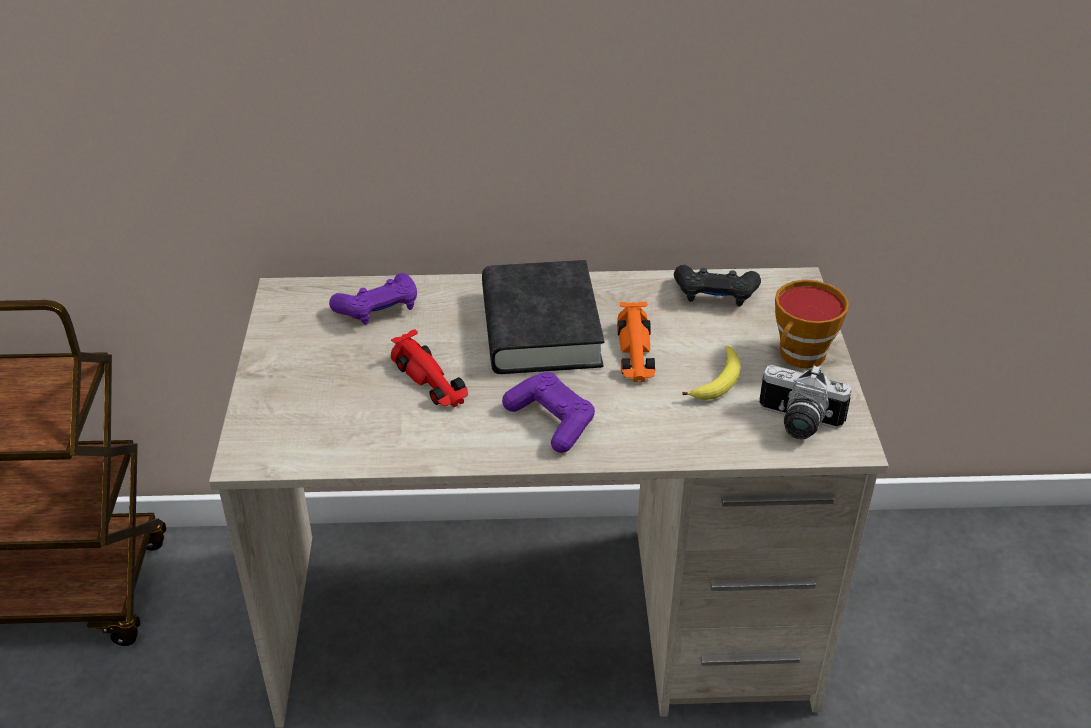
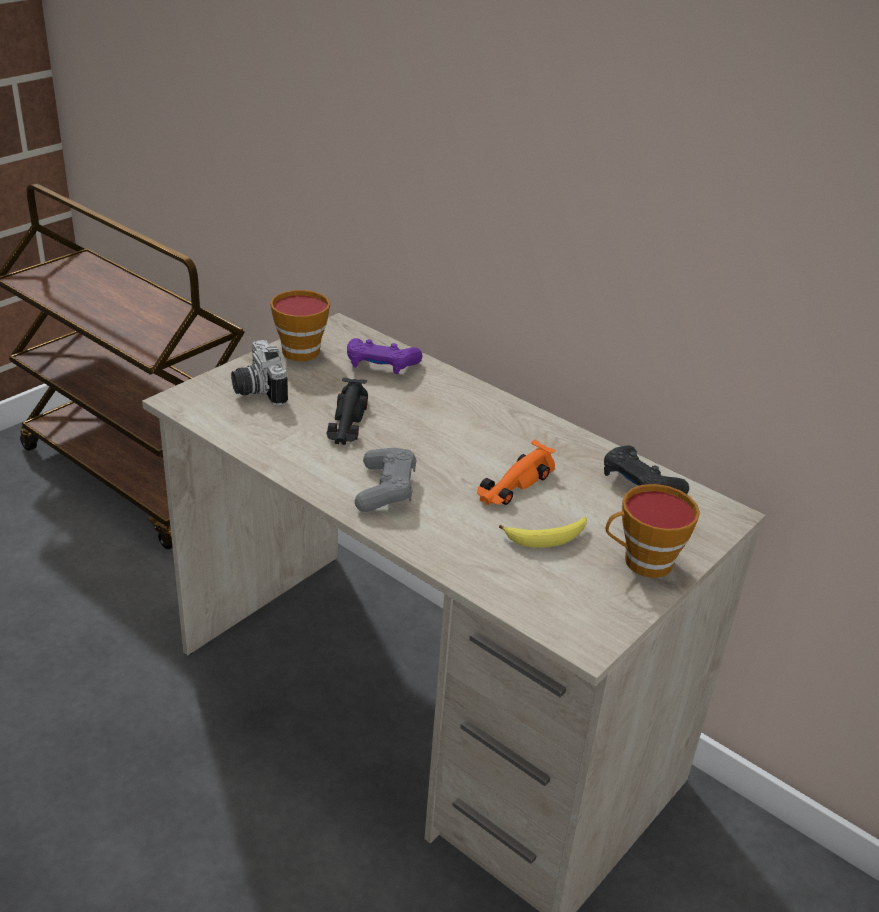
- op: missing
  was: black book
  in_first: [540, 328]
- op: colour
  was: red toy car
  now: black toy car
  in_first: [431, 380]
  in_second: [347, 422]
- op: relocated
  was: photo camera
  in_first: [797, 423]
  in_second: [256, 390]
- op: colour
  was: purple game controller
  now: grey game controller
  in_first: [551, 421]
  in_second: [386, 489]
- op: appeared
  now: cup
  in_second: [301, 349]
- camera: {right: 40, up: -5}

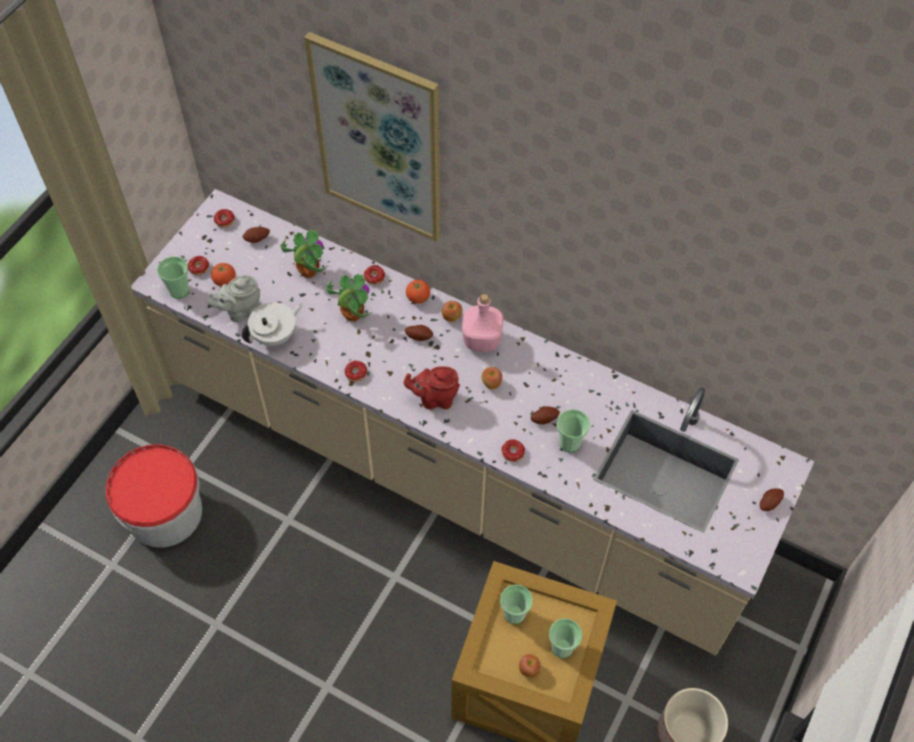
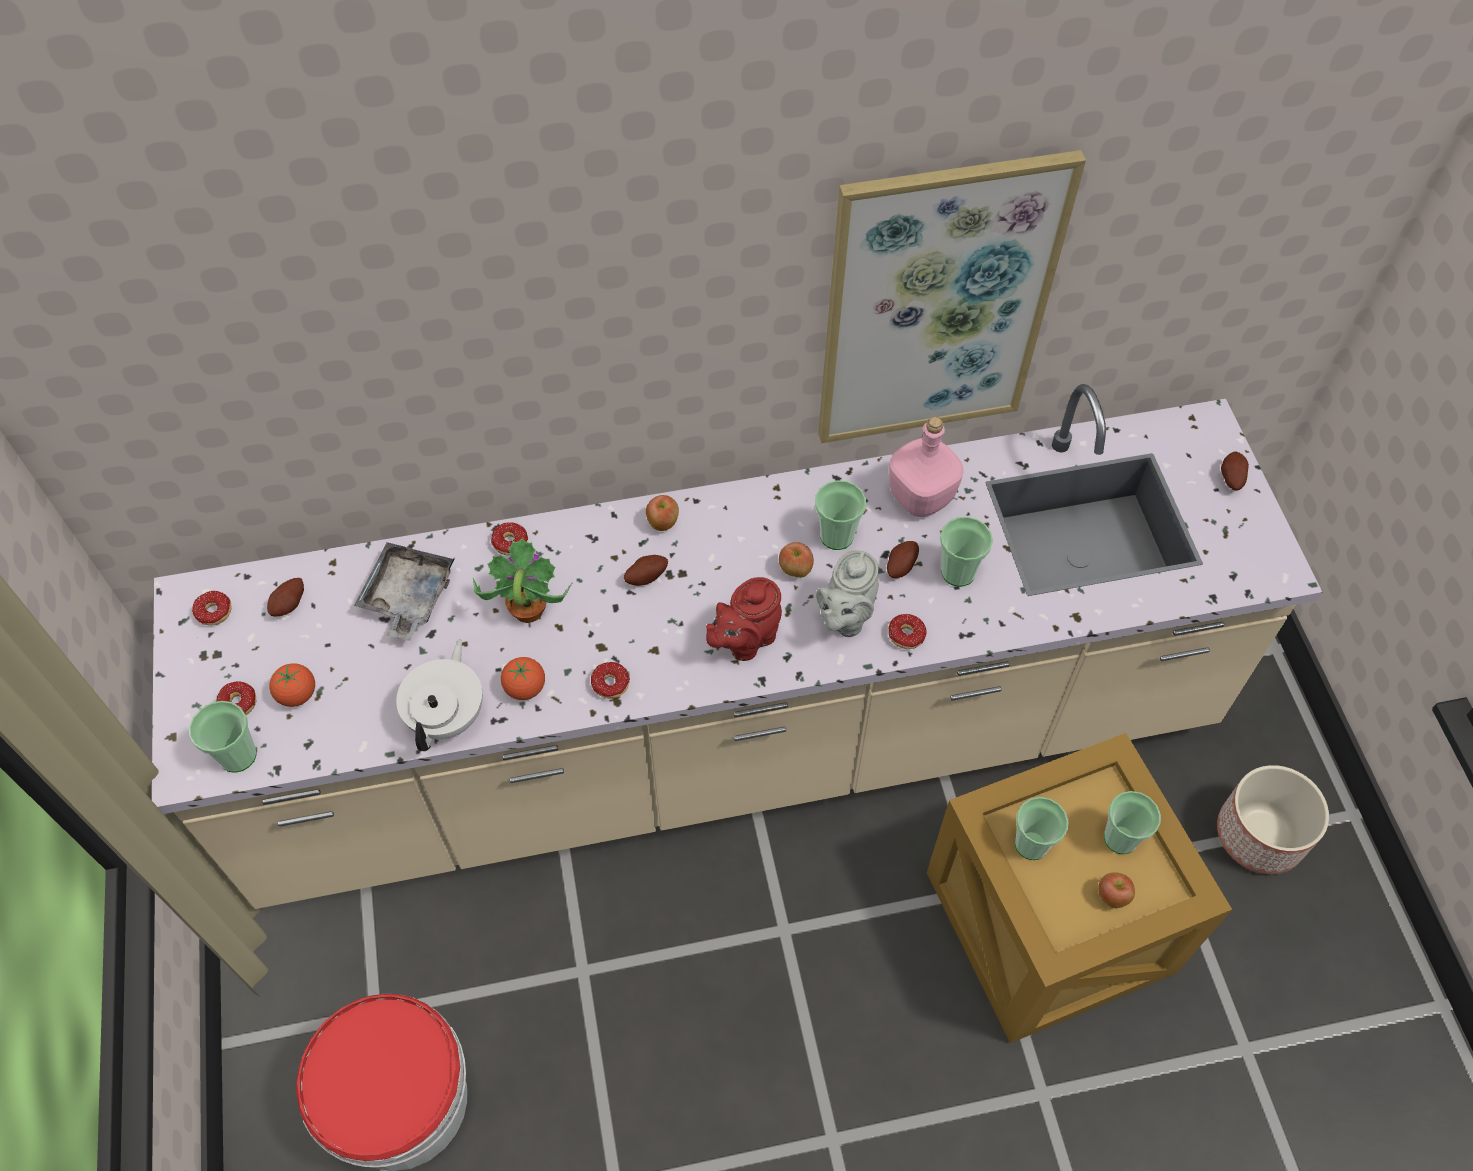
- op: relocated
  was: picture
  in_first: [379, 139]
  in_second: [936, 304]
- op: exchanged
  was: potted plant
  now: grey tray
  in_first: [308, 271]
  in_second: [408, 597]
- op: relocated
  was: grey teapot
  in_first: [240, 311]
  in_second: [845, 617]
- op: relocated
  was: tomato
  in_first: [418, 298]
  in_second: [525, 688]
- op: relocated
  was: pink bottle
  in_first: [482, 341]
  in_second: [921, 498]
- op: appeared
  now: cup
  in_second: [836, 536]
- camera: {right: -40, up: 0}

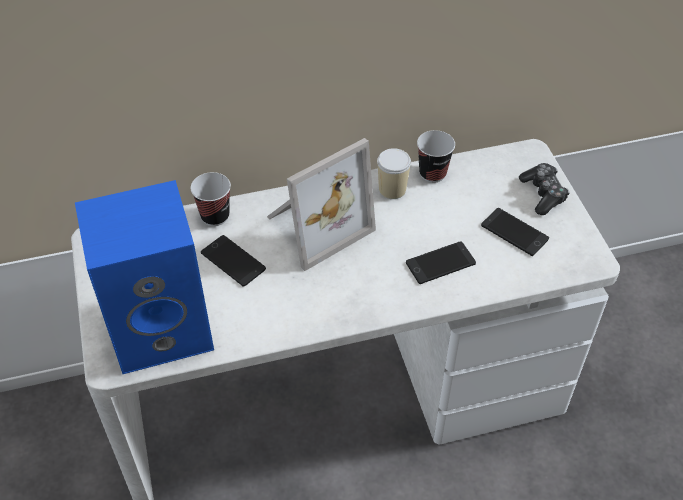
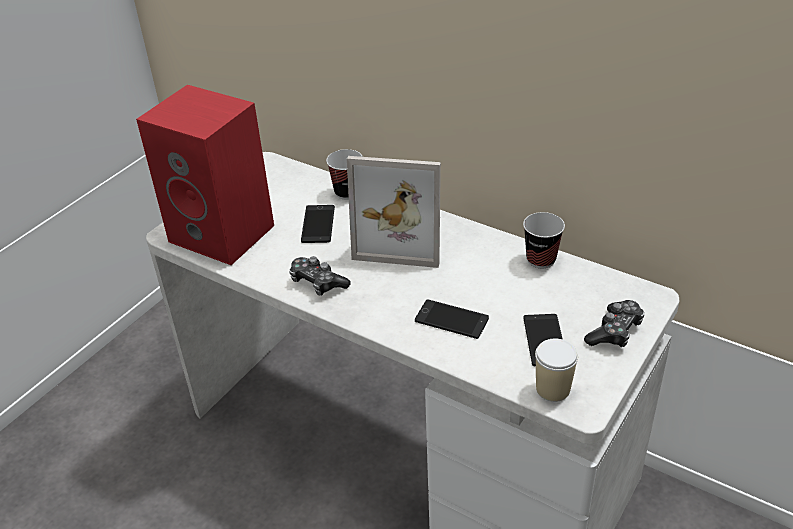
- op: relocated
  was: cup
  in_first: [392, 189]
  in_second: [553, 389]
- op: colour
  was: blue speaker
  now: red speaker
  in_first: [163, 327]
  in_second: [225, 233]
- op: appeared
  now: game controller
  in_second: [318, 283]
- camera: {right: 50, up: -10}

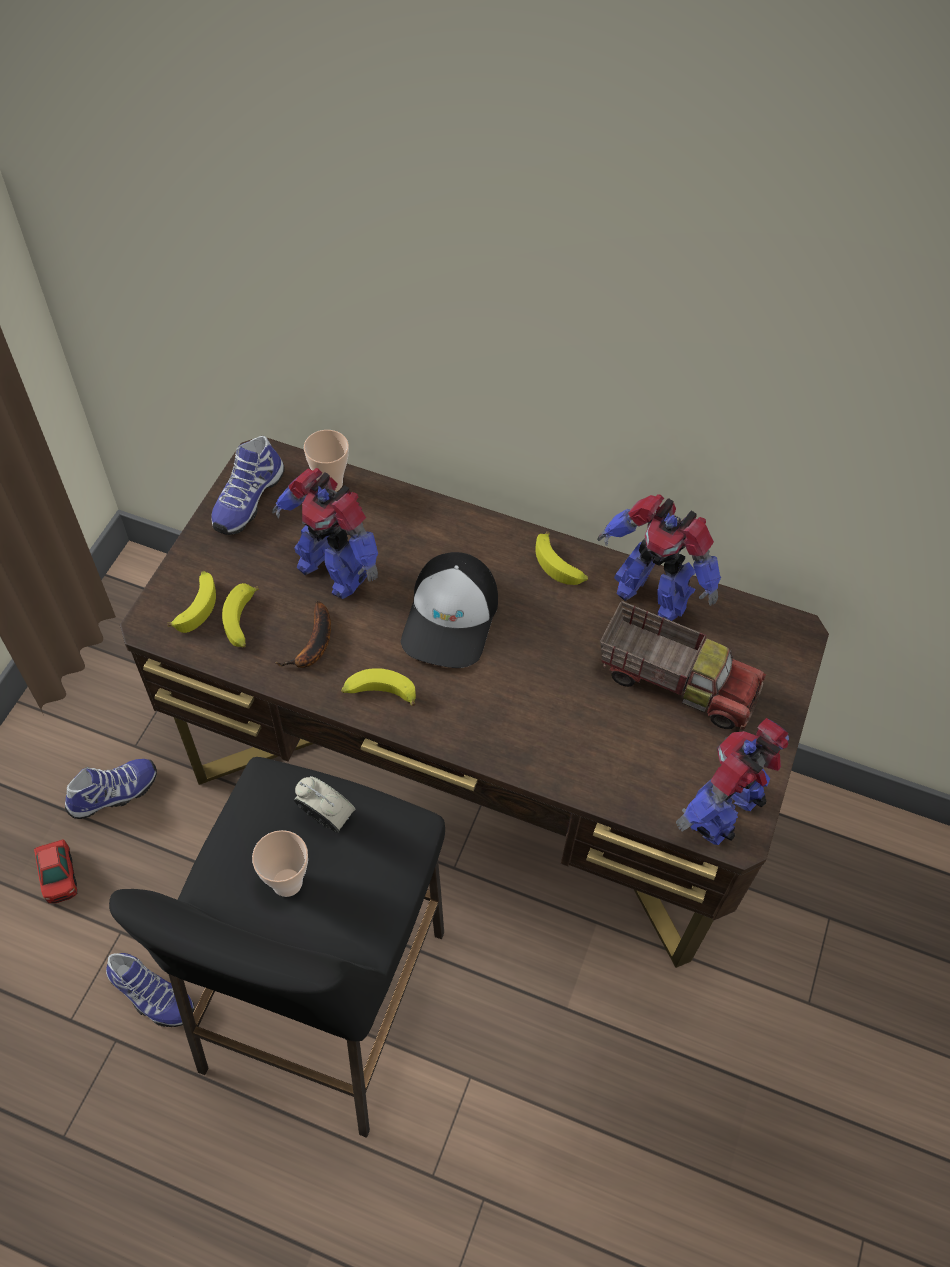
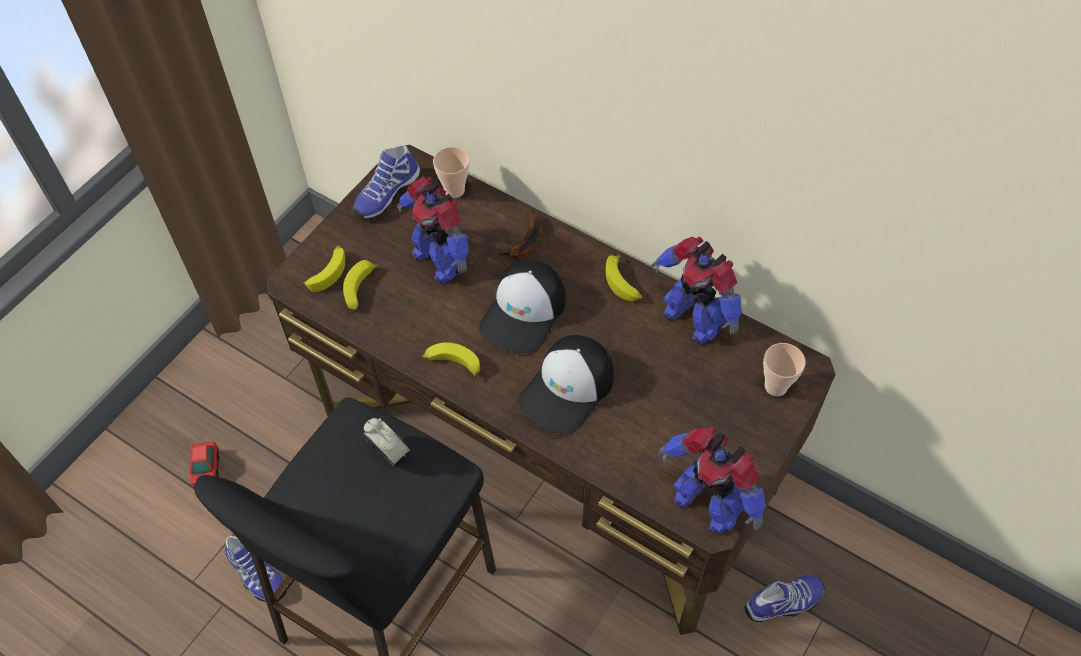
- op: relocated
  was: banana
  in_first: [313, 645]
  in_second: [525, 244]
- op: missing
  was: toy truck
  in_first: [676, 681]
- op: spun
  was: toy robot
  in_first: [723, 810]
  in_second: [706, 503]
  clockwise: -105
- op: relocated
  was: shoe
  in_first: [114, 794]
  in_second: [784, 603]
- op: relocated
  was: cup
  in_first: [287, 882]
  in_second: [775, 386]
- op: appeared
  now: cap
  in_second: [568, 389]
- camera: {right: 15, up: 0}

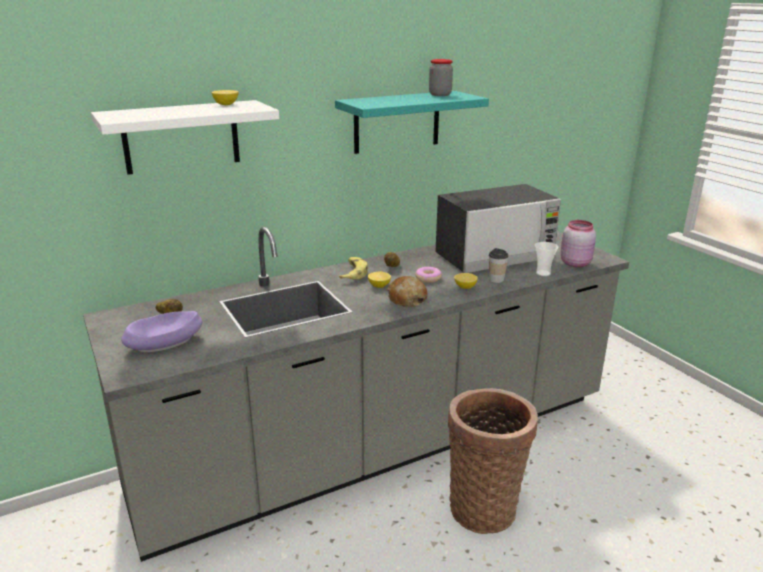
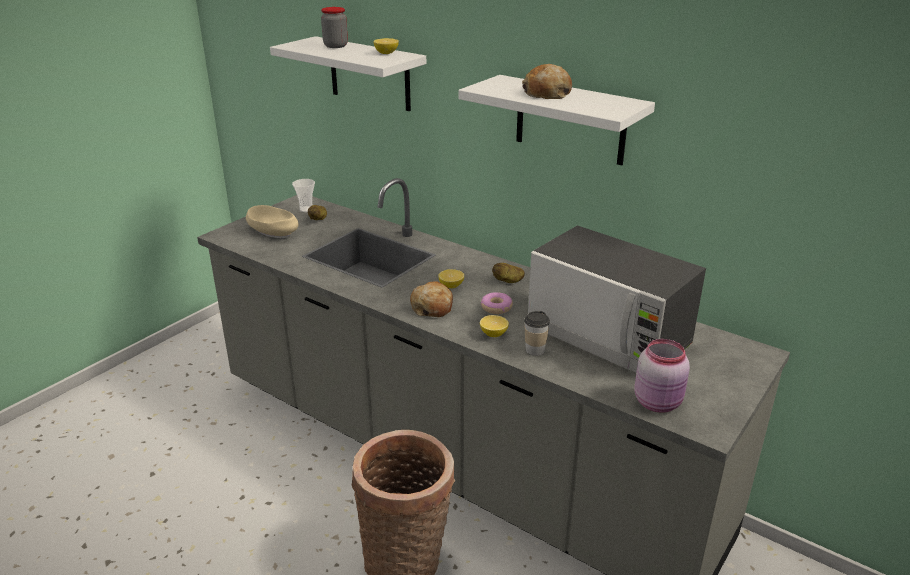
- op: relocated
  was: jar
  in_first: [440, 95]
  in_second: [335, 46]
- op: colour
  was: turquoise shelf
  now: white shelf
  in_first: [397, 122]
  in_second: [570, 120]
- op: relocated
  was: cup
  in_first: [543, 273]
  in_second: [306, 209]
- op: missing
  was: banana
  in_first: [353, 273]
- op: colour
  was: purple bowl
  now: beige bowl
  in_first: [165, 343]
  in_second: [273, 232]
- op: appeared
  now: bread
  in_second: [547, 93]
- camera: {right: 65, up: 5}

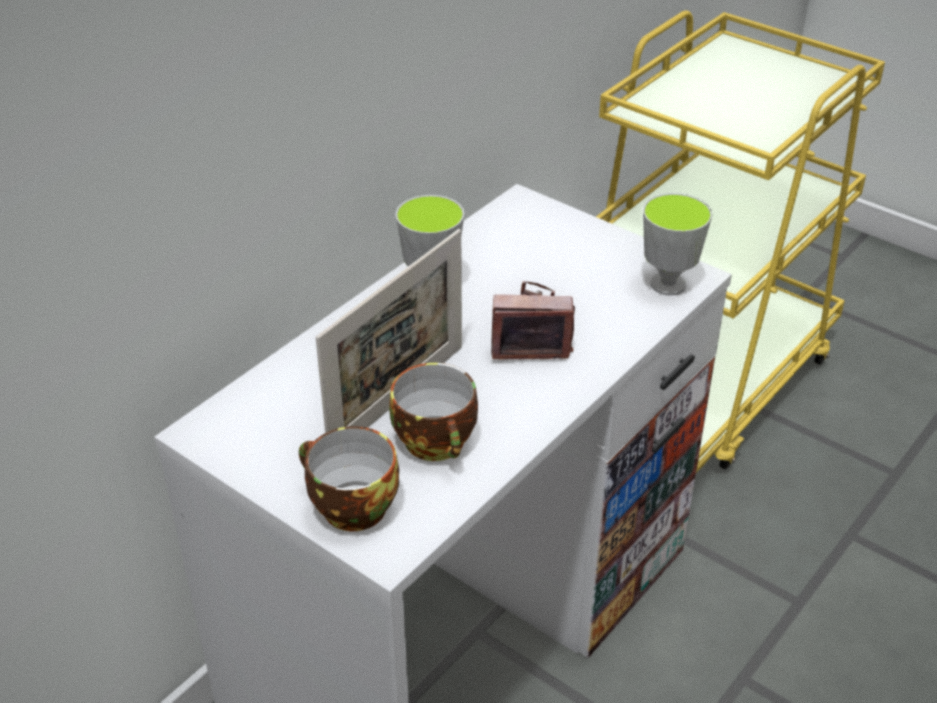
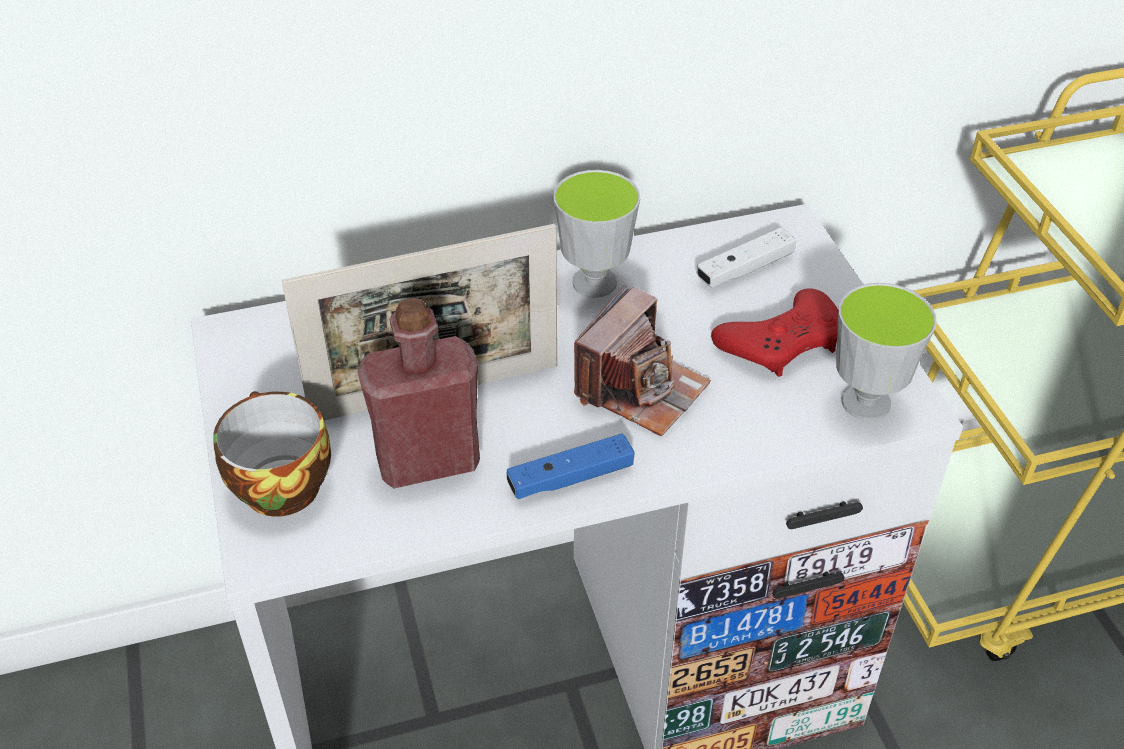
- op: spun
  was: photo camera
  in_first: [529, 336]
  in_second: [640, 389]
  clockwise: 90
- op: exchanged
  was: cup
  now: red bottle
  in_first: [438, 443]
  in_second: [428, 461]
- op: appeared
  now: white game controller
  in_second: [745, 269]
- op: appeared
  now: red game controller
  in_second: [782, 341]
- op: appeared
  now: blue game controller
  in_second: [570, 478]
- camera: {right: 35, up: 5}

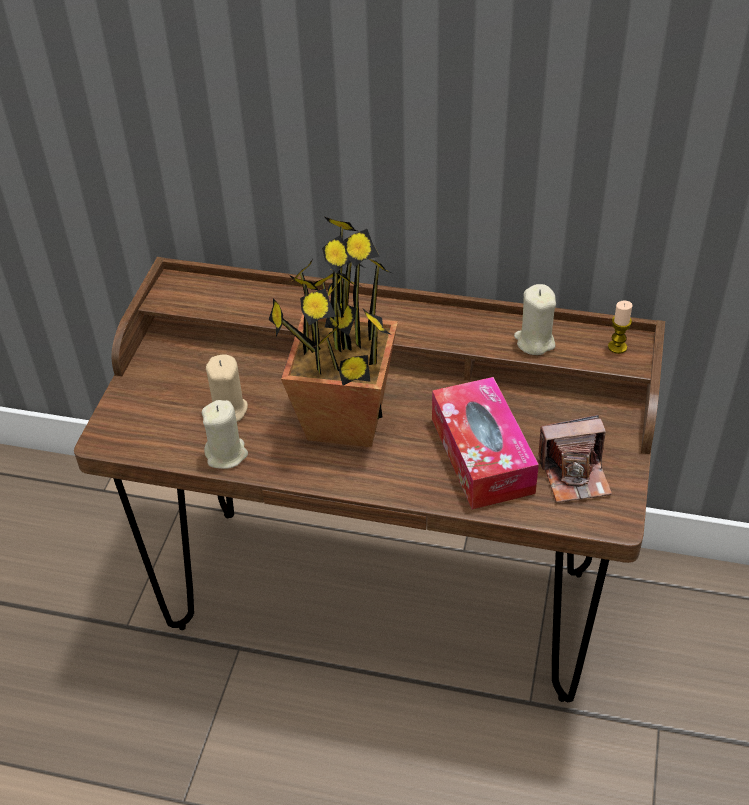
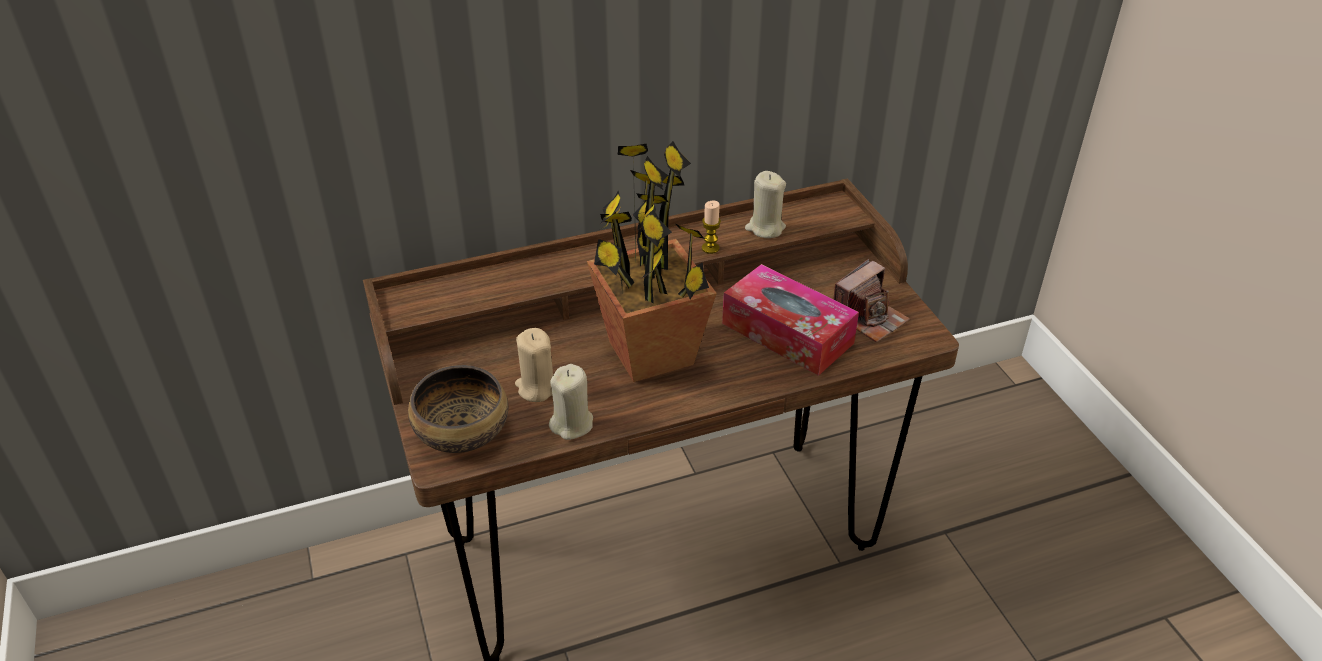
- op: relocated
  was: candle
  in_first: [617, 347]
  in_second: [710, 248]
- op: appeared
  now: bowl
  in_second: [462, 430]
- camera: {right: -35, up: -5}

